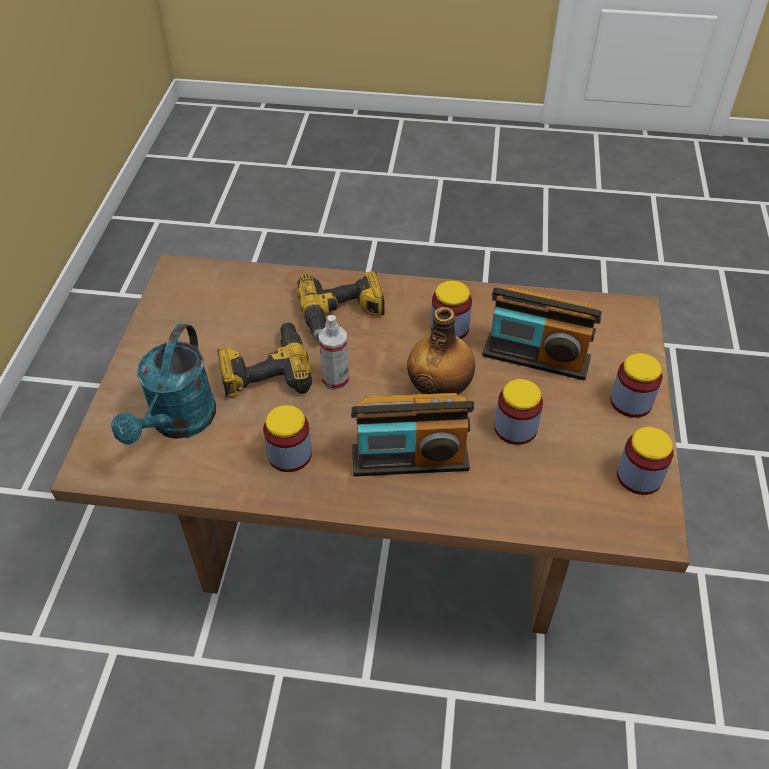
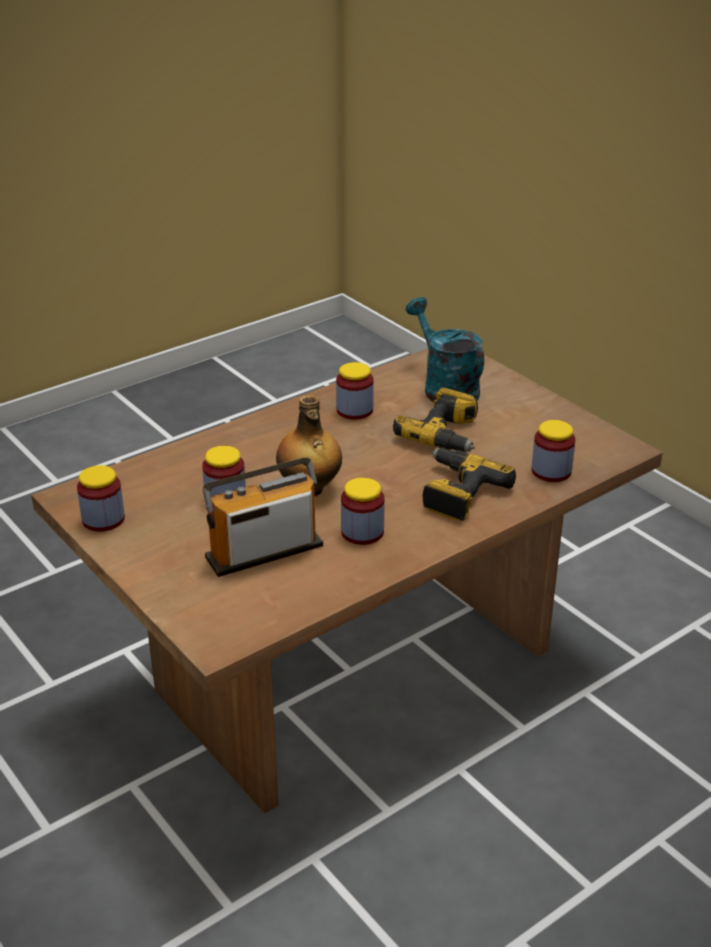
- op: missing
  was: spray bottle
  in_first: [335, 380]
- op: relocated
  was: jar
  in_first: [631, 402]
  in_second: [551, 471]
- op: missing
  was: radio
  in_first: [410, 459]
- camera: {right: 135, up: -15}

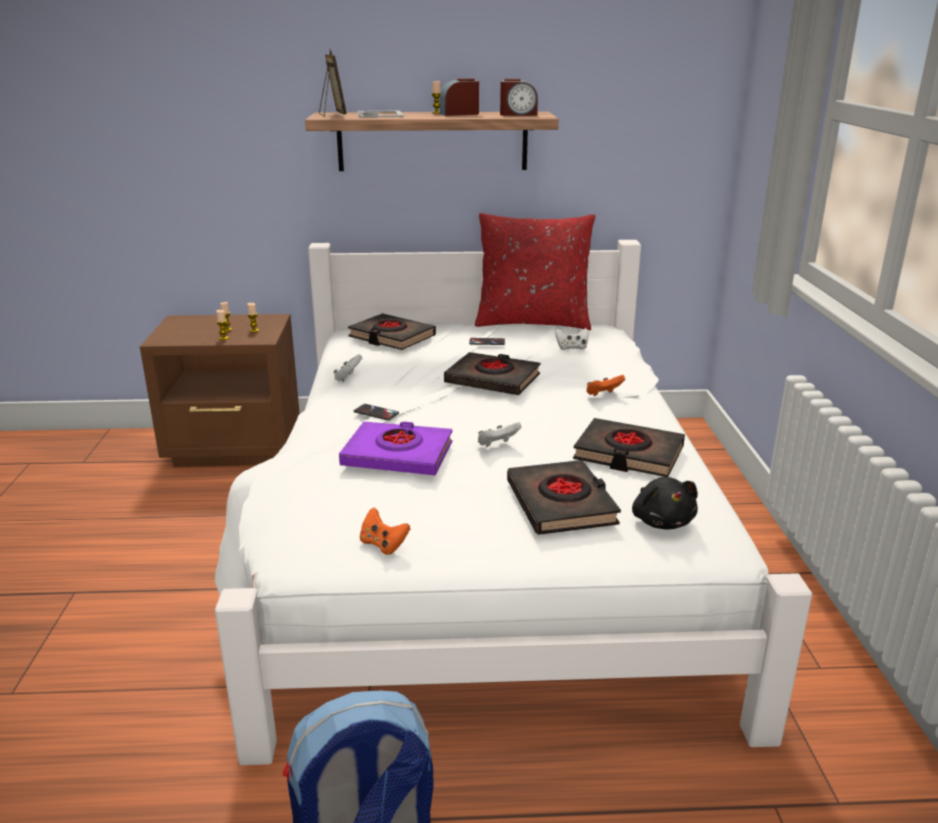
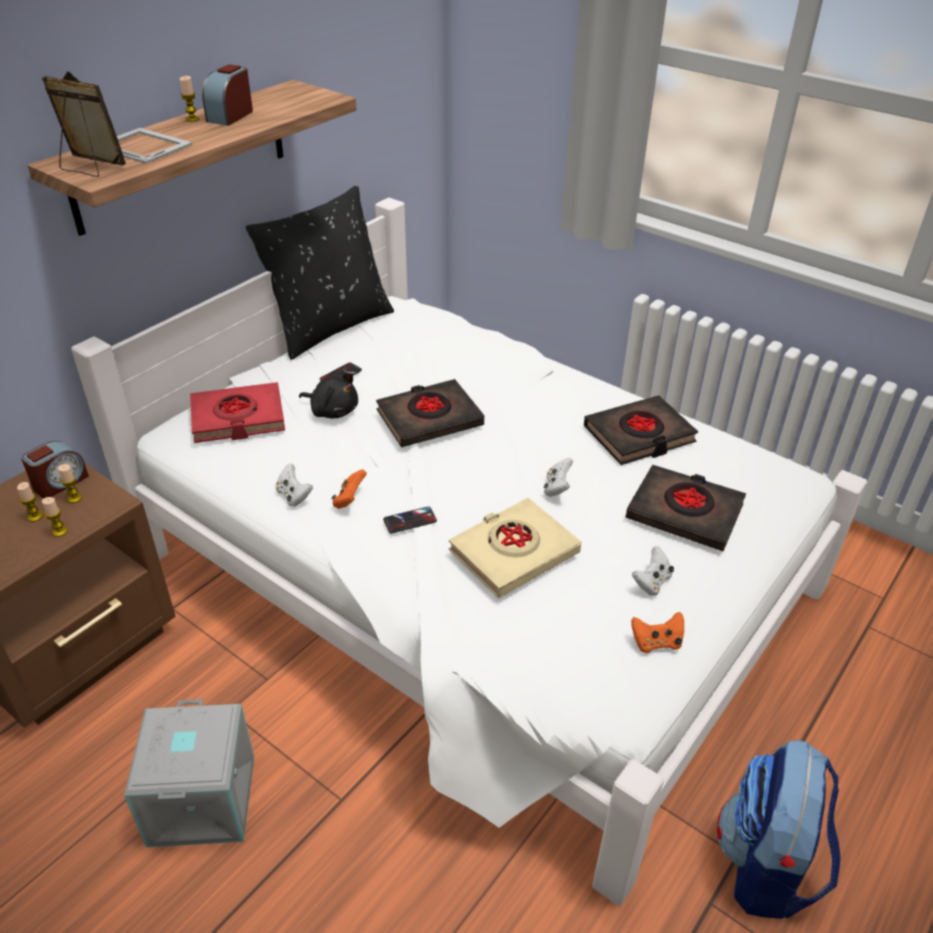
- op: relocated
  was: alarm clock
  in_first: [518, 114]
  in_second: [60, 483]
- op: colour
  was: red pillow
  now: black pillow
  in_first: [532, 322]
  in_second: [329, 327]
- op: colour
  was: black book
  now: red book
  in_first: [391, 337]
  in_second: [238, 418]
- op: relocated
  was: white game controller
  in_first: [571, 348]
  in_second: [651, 582]
- op: relocated
  was: orange game controller
  in_first: [603, 394]
  in_second: [349, 499]
- op: colour
  was: purple book
  now: beige book
  in_first: [398, 455]
  in_second: [513, 552]
- op: relocated
  was: black plush toy
  in_first: [662, 521]
  in_second: [332, 410]
- op: appeared
  now: grey storage box
  in_second: [204, 800]
- camera: {right: -50, up: 15}

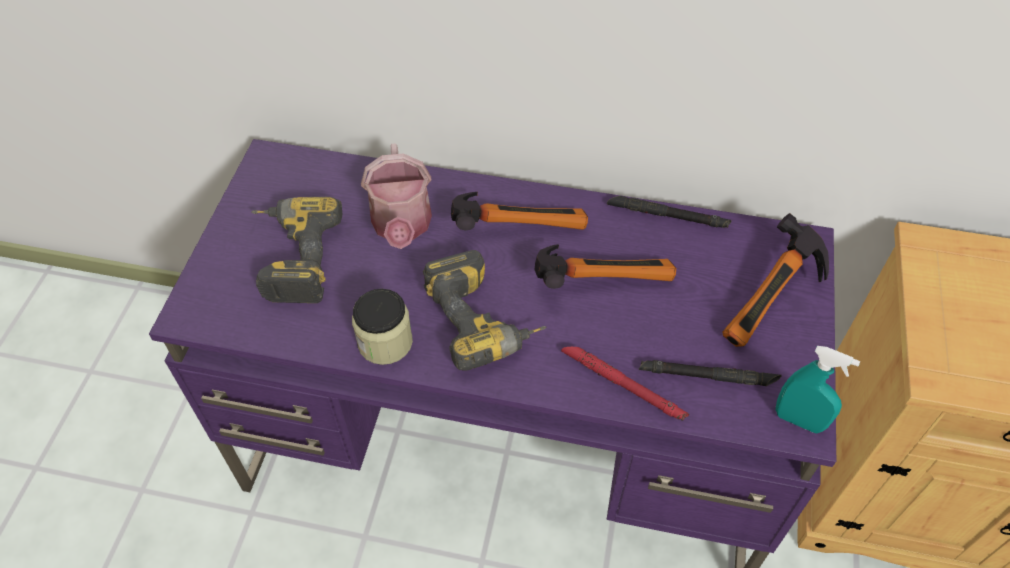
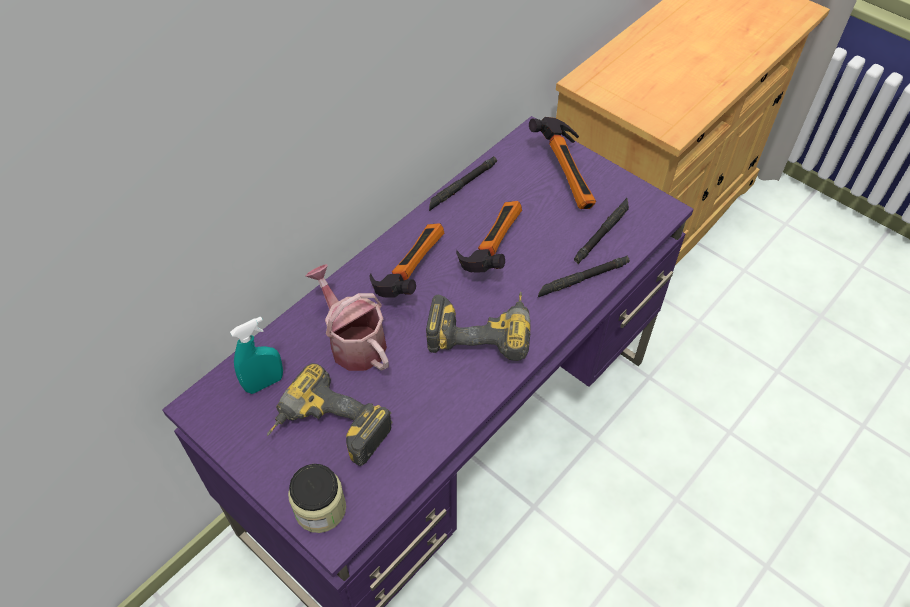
- op: spun
  was: watering can
  in_first: [402, 226]
  in_second: [353, 341]
  clockwise: -150
- op: relocated
  was: jar
  in_first: [385, 342]
  in_second: [320, 509]
- op: relocated
  was: turquoise spray bottle
  in_first: [799, 420]
  in_second: [264, 383]
- op: colour
  was: red flashlight
  now: black flashlight
  in_first: [623, 385]
  in_second: [582, 279]
- camera: {right: -60, up: 0}

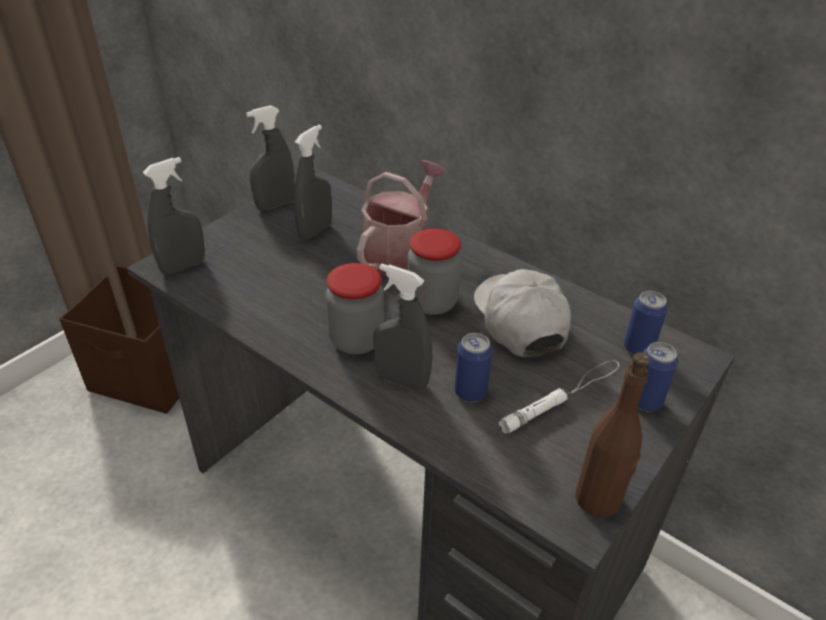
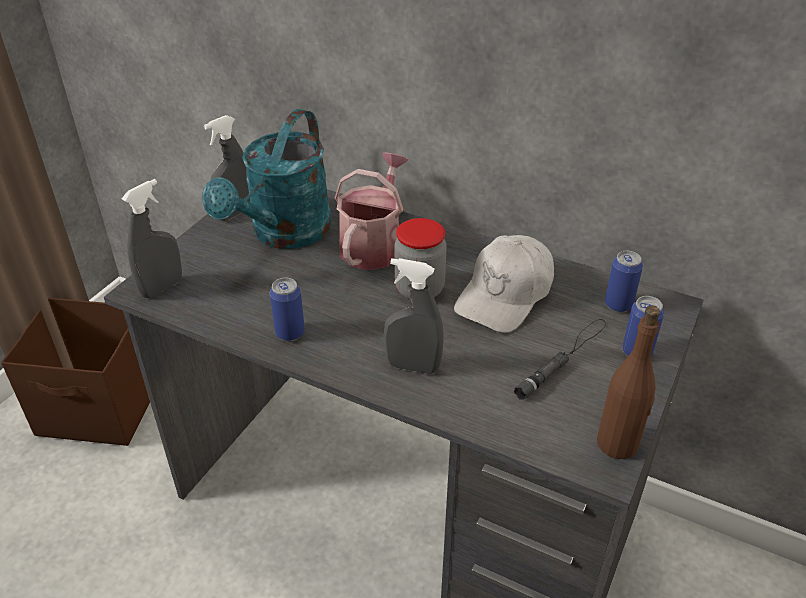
- op: exchanged
  was: grey spray bottle
  now: turquoise watering can
  in_first: [315, 231]
  in_second: [284, 235]
- op: missing
  was: jar
  in_first: [356, 340]
- op: spun
  was: white cap
  in_first: [519, 321]
  in_second: [505, 295]
  clockwise: -120
- op: relocated
  was: can
  in_first: [470, 392]
  in_second: [290, 333]
- op: colour
  was: white flashlight
  now: black flashlight
  in_first: [562, 396]
  in_second: [563, 358]
- camera: {right: -10, up: 0}

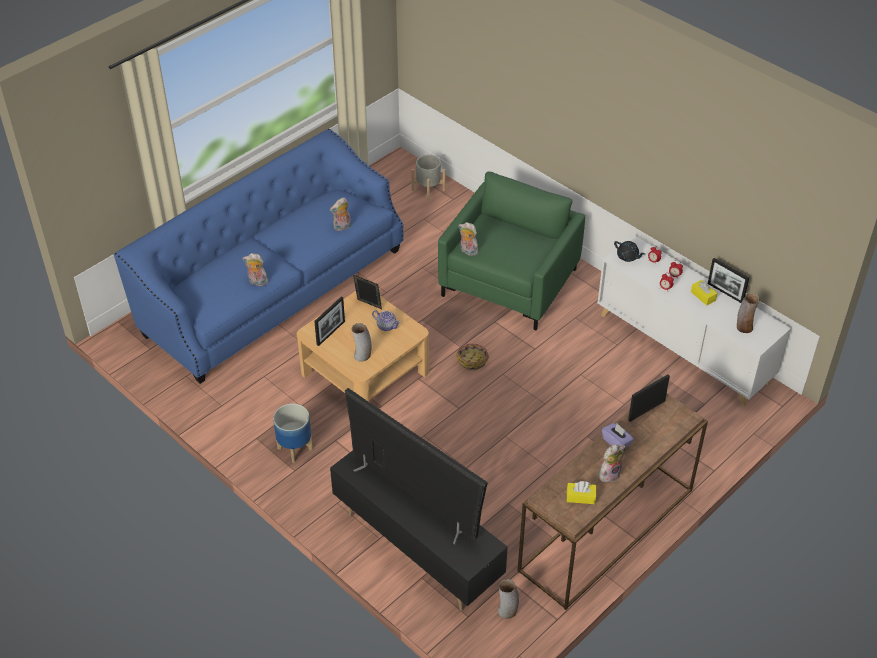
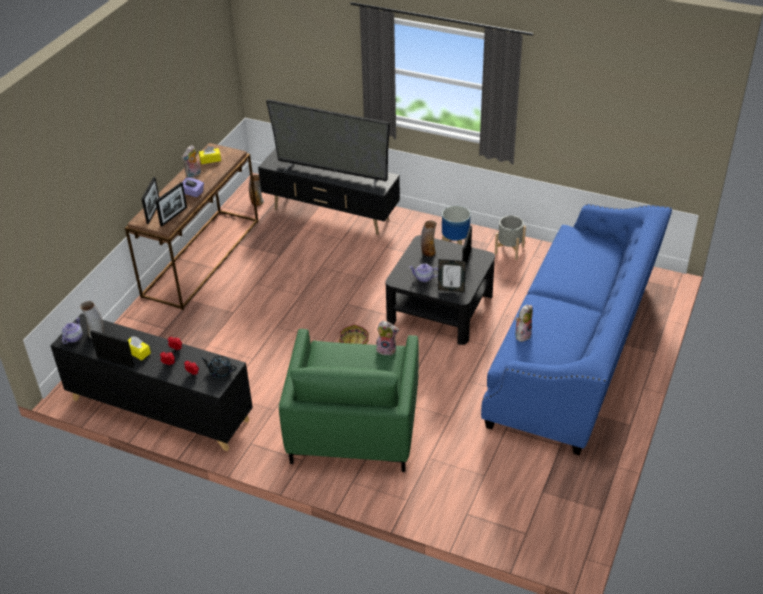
- op: relocated
  was: grey planter
  in_first: [428, 190]
  in_second: [509, 250]
- op: colour
  was: white cabinet
  now: black cabinet
  in_first: [684, 348]
  in_second: [159, 410]
- op: missing
  was: plush toy
  in_first: [257, 282]
- op: colour
  was: beige coffee table
  now: black coffee table
  in_first: [365, 372]
  in_second: [440, 308]
- op: appeared
  now: picture frame
  in_second: [153, 212]
- op: appeared
  now: teapot
  in_second: [73, 338]
- camera: {right: 160, up: -5}

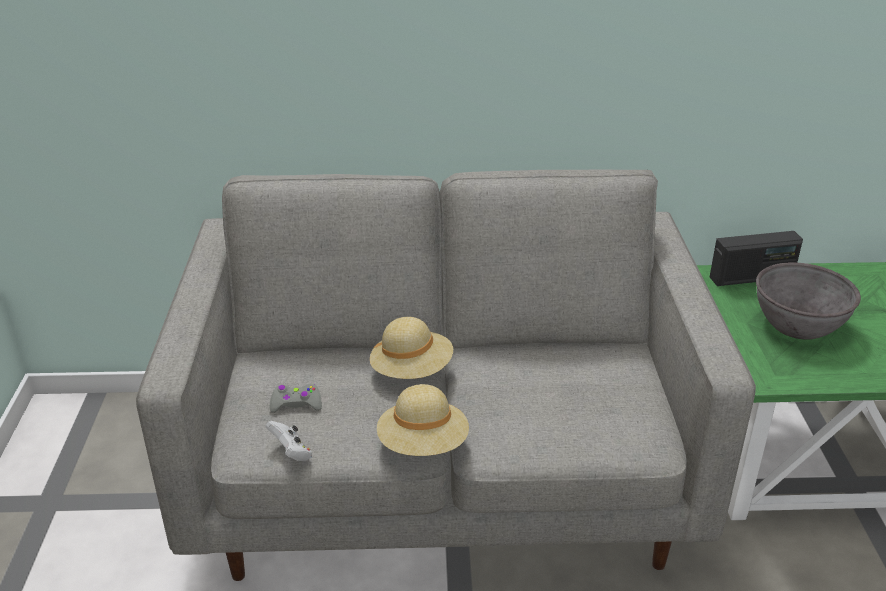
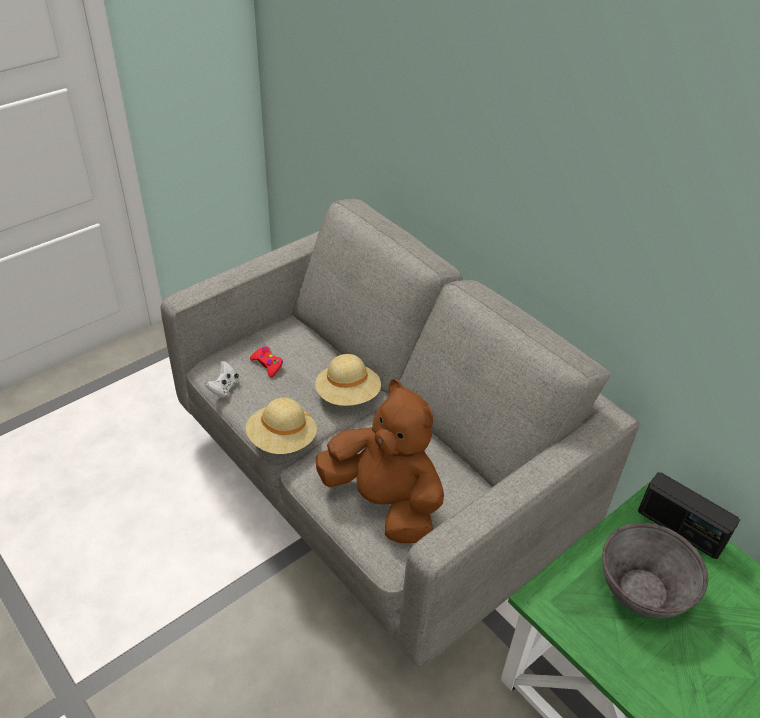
- op: colour
  was: grey game controller
  now: red game controller
  in_first: [296, 404]
  in_second: [267, 364]
- op: appeared
  now: brown plush toy
  in_second: [384, 502]
- camera: {right: 50, up: 10}

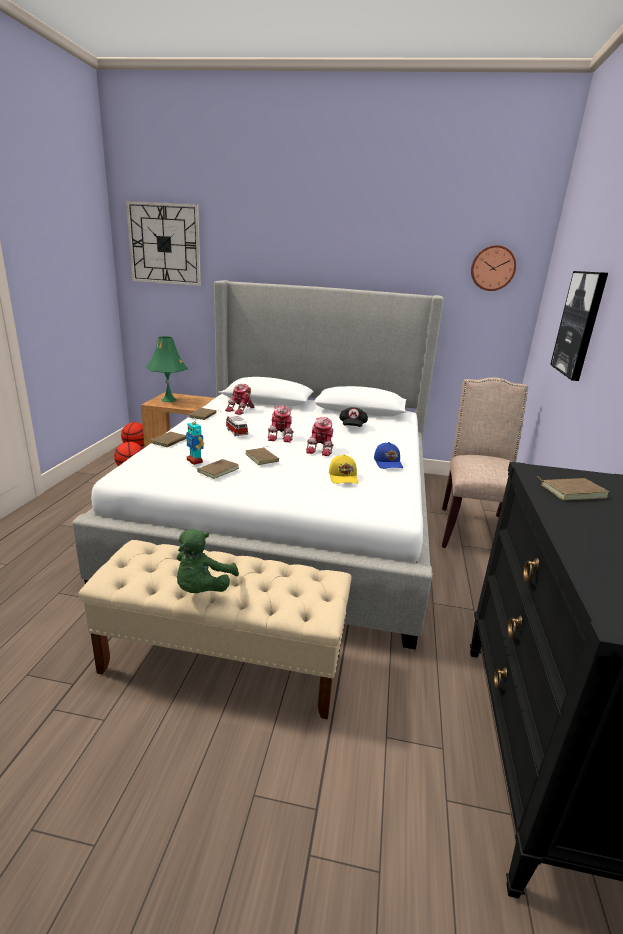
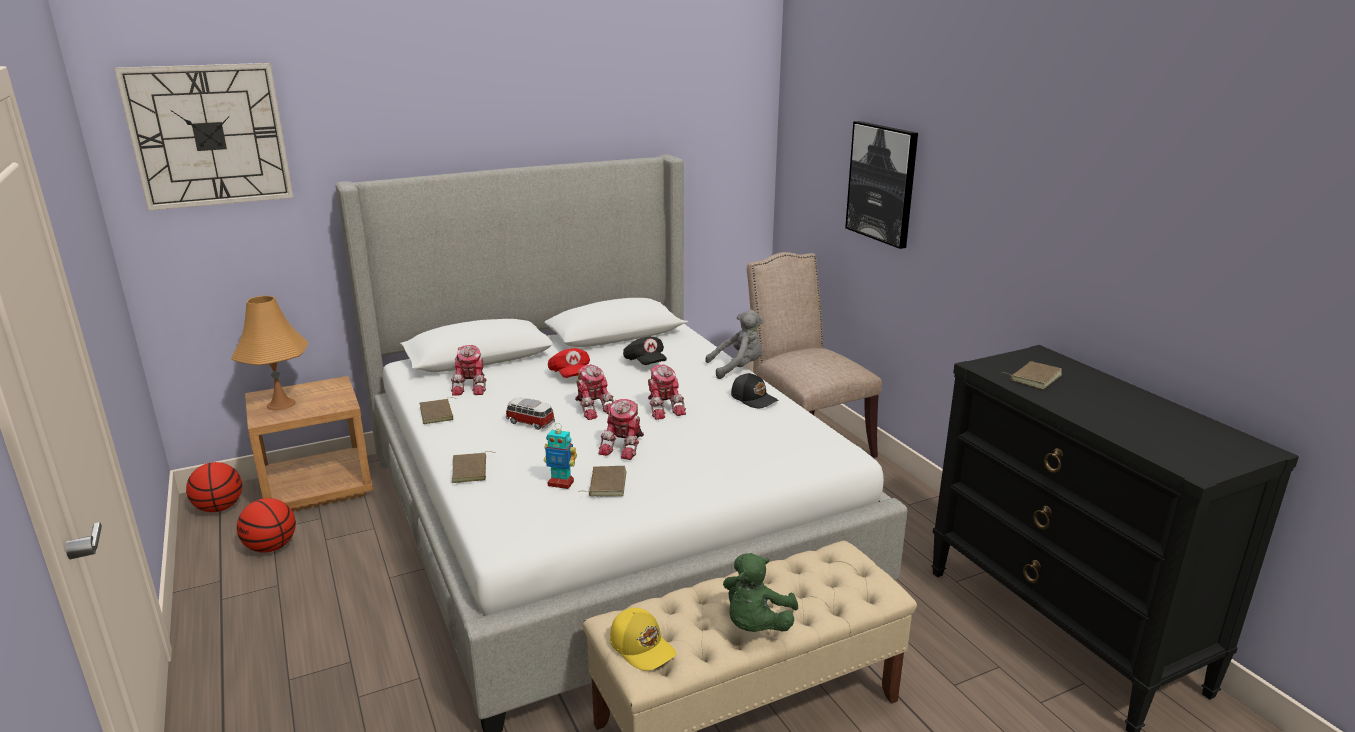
- op: missing
  was: wall clock
  in_first: [492, 268]
- op: colour
  was: green table lamp
  now: orange table lamp
  in_first: [169, 400]
  in_second: [281, 404]
- op: colour
  was: blue cap
  now: black cap
  in_first: [388, 463]
  in_second: [754, 399]
- op: exchanged
  was: brown book
  now: toy robot
  in_first: [263, 458]
  in_second: [625, 446]
- op: relocated
  was: yellow cap
  in_first: [344, 477]
  in_second: [642, 647]
- op: spun
  was: green plush toy
  in_first: [203, 589]
  in_second: [756, 626]
  clockwise: 45
- op: appeared
  now: grey plush toy
  in_second: [738, 368]
- op: appeared
  now: red cap
  in_second: [570, 375]
- camera: {right: -35, up: 0}

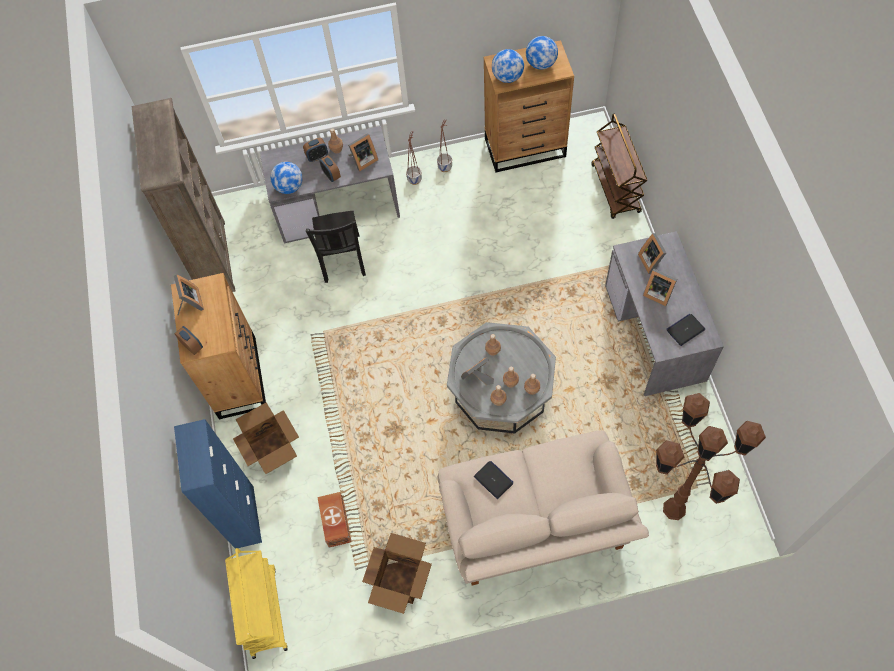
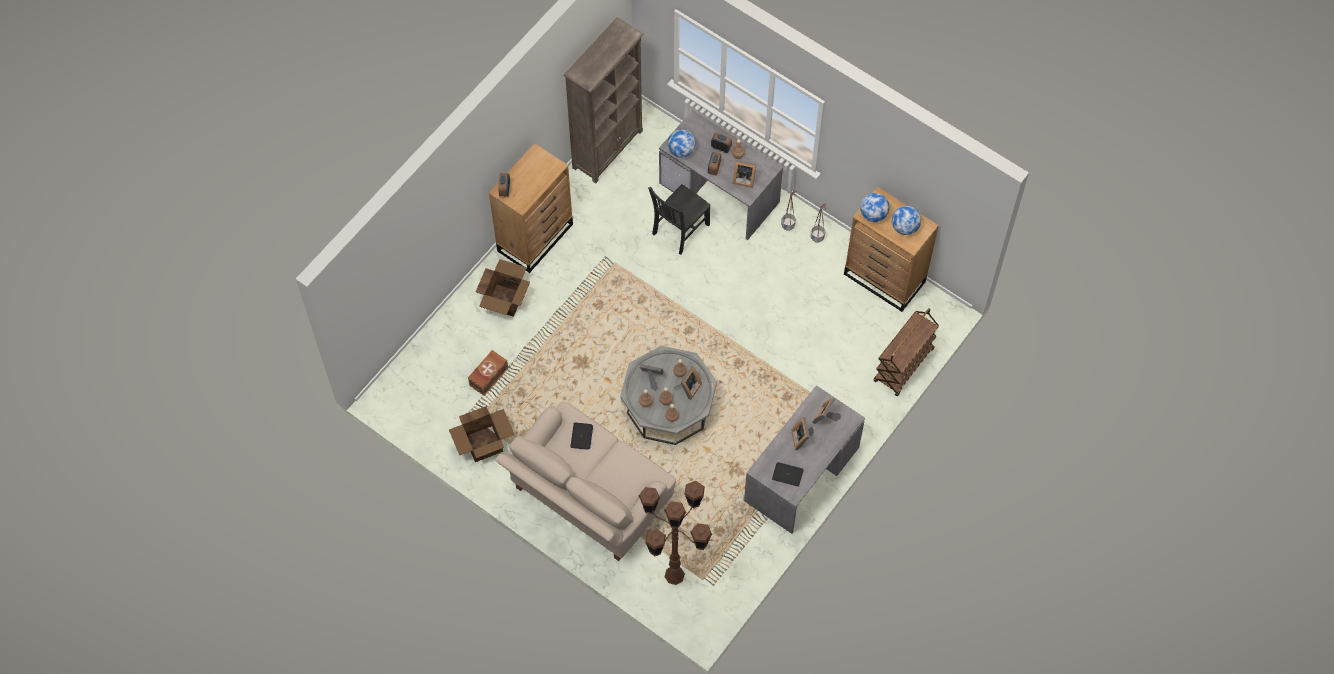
- op: relocated
  was: picture frame
  in_first: [190, 303]
  in_second: [688, 388]
- op: missing
  was: blue cabinet
  in_first: [244, 517]
- op: missing
  was: yellow cart
  in_first: [263, 611]
- camera: {right: 45, up: 0}

